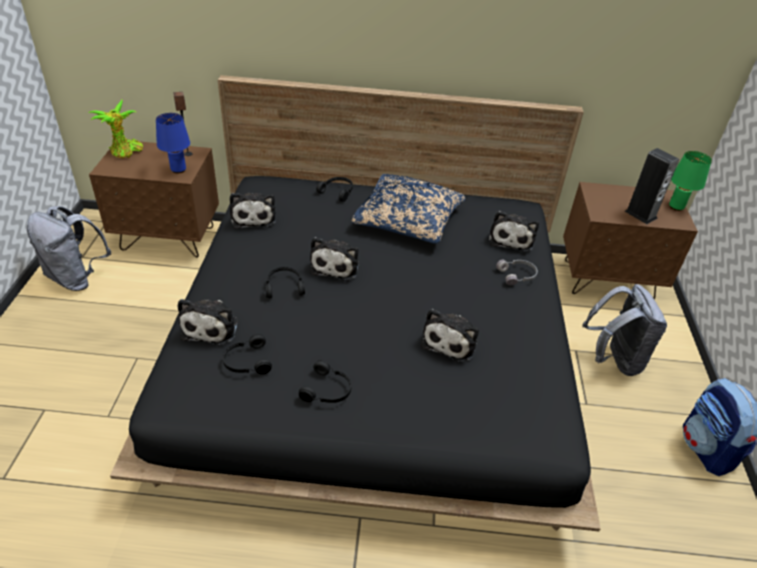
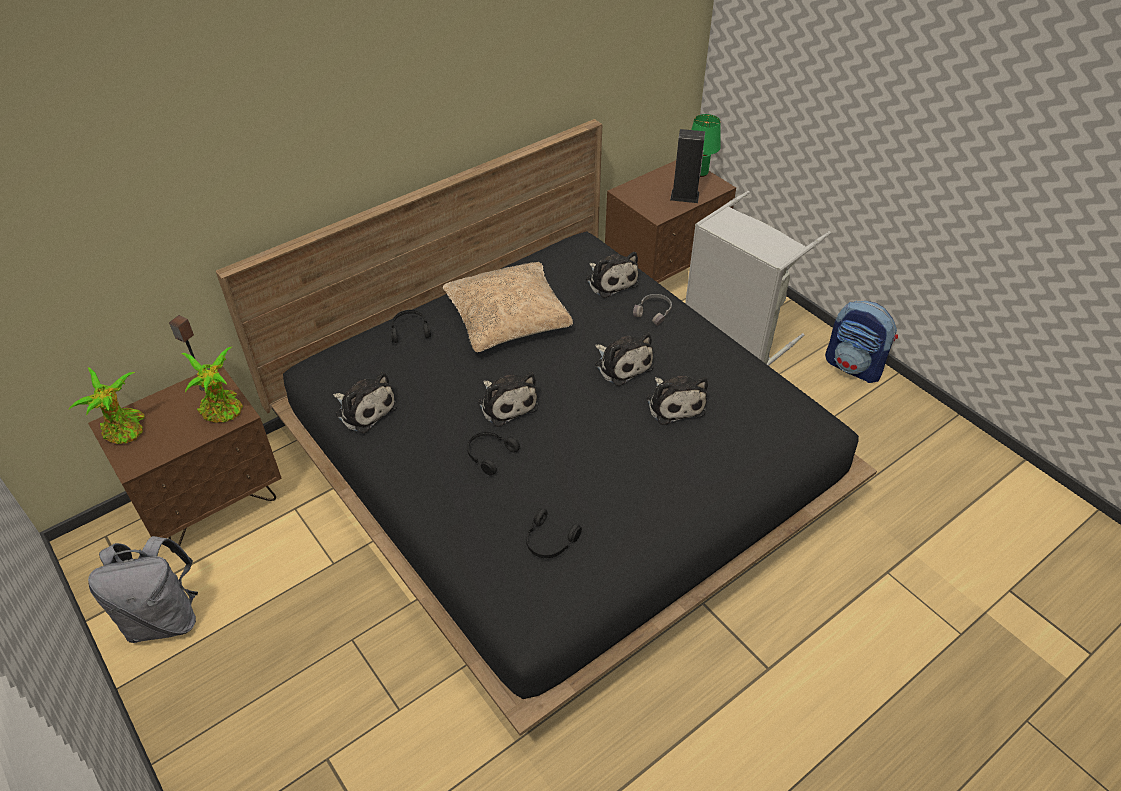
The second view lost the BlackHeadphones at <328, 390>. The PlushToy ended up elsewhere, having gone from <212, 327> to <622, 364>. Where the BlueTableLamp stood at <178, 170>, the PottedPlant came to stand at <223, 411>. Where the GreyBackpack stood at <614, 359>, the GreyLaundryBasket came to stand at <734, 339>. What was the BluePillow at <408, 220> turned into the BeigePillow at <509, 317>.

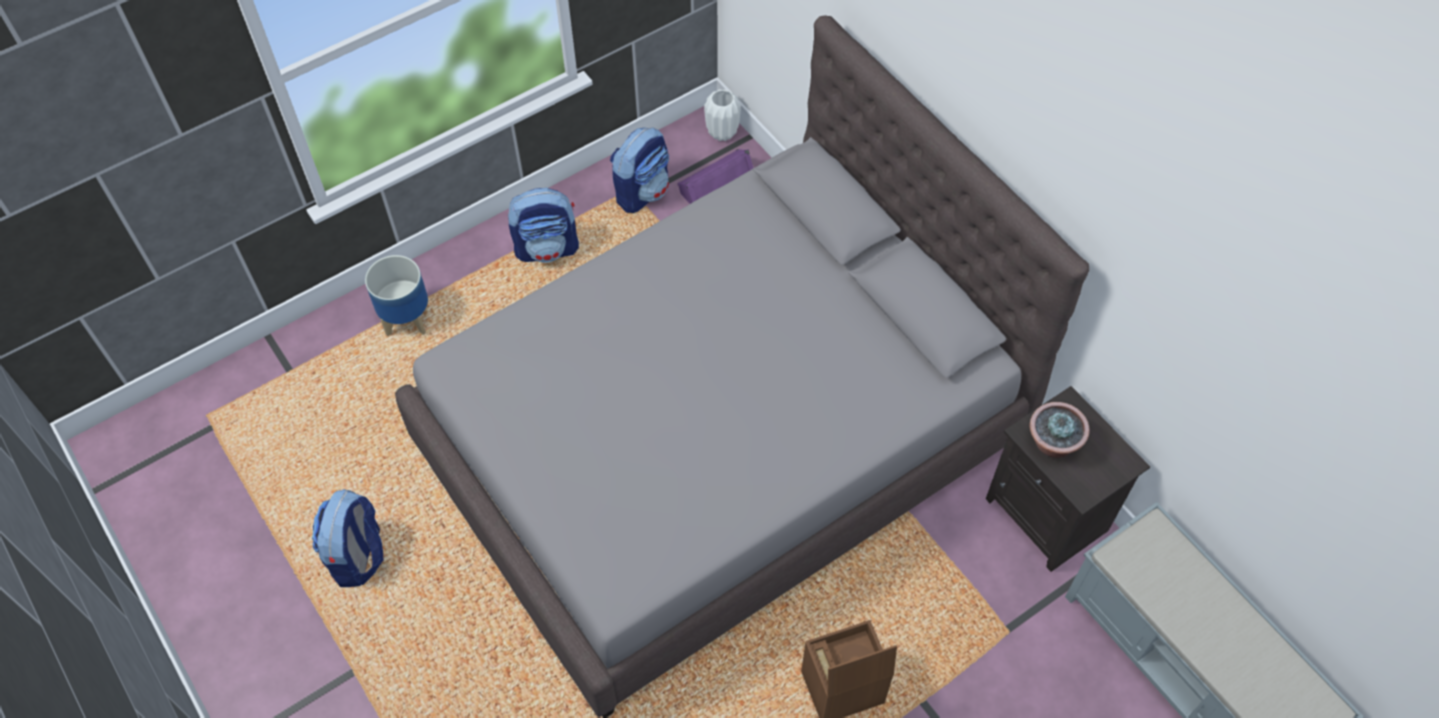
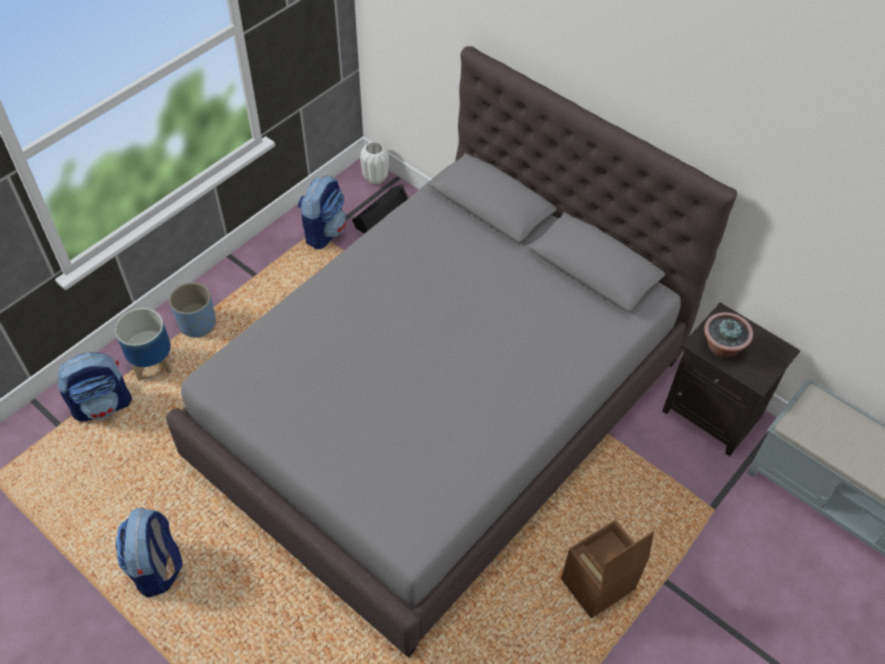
The second view gained the BluePlanter at <197, 324>. The Backpack ended up elsewhere, having gone from <547, 248> to <103, 405>. What was the PurpleSpeaker at <716, 182> turned into the BlackSpeaker at <381, 215>.

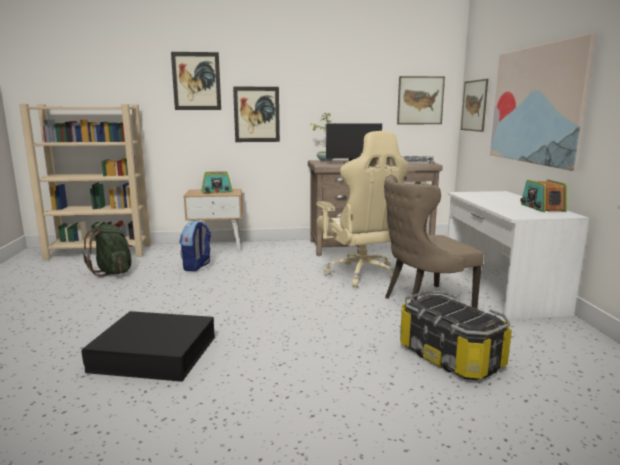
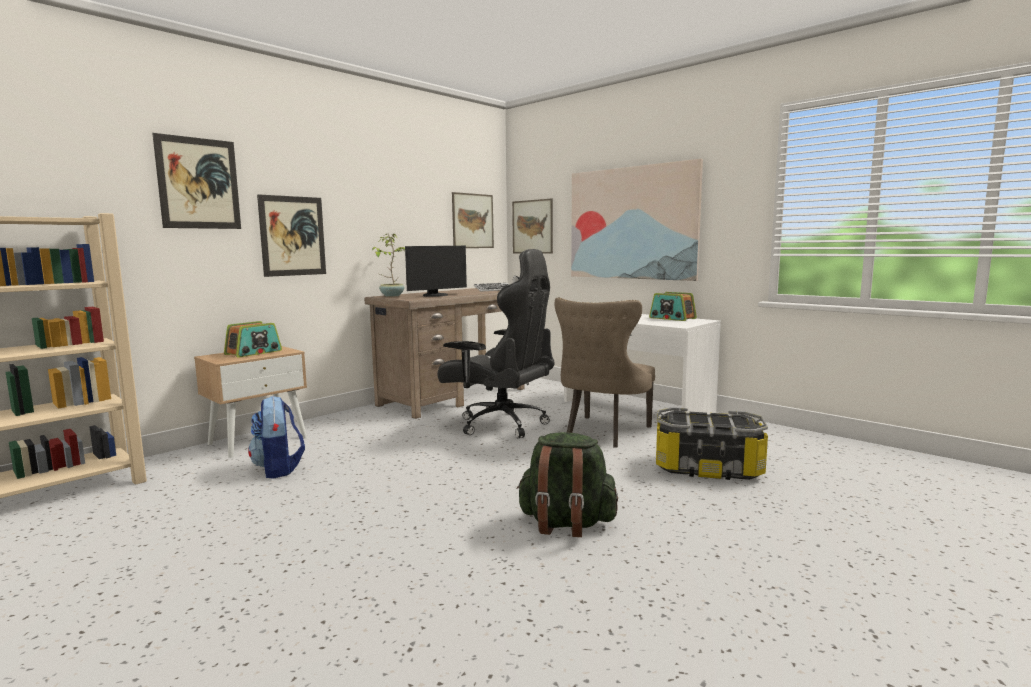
The second view lost the BlackStorageBox at <154, 354>. The GreenBackpack ended up elsewhere, having gone from <113, 272> to <566, 524>. What was the BeigeOfficeChair at <359, 273> turned into the BlackOfficeChair at <497, 424>.

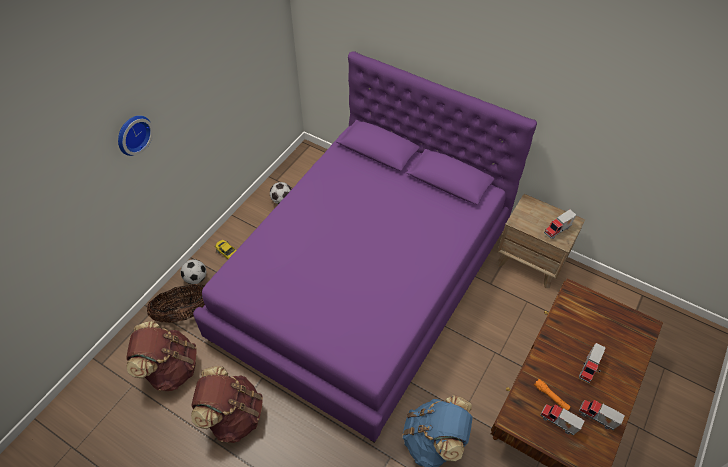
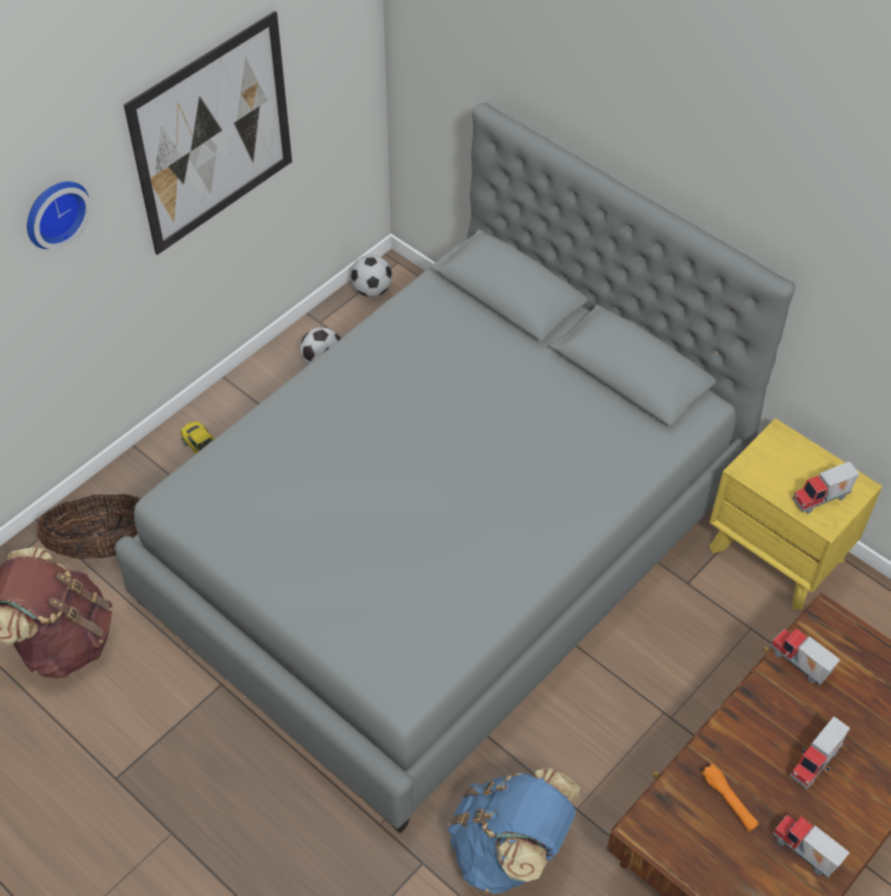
The second view lost the BrownBackpack at <233, 415>. The second view gained the Picture at <213, 134>. The Football ended up elsewhere, having gone from <196, 278> to <372, 290>. The ToyTruck ended up elsewhere, having gone from <558, 423> to <799, 664>. What was the PurpleBed at <364, 282> turned into the GreyBed at <446, 543>. What was the BrownNightstand at <530, 261> turned into the YellowNightstand at <777, 553>.

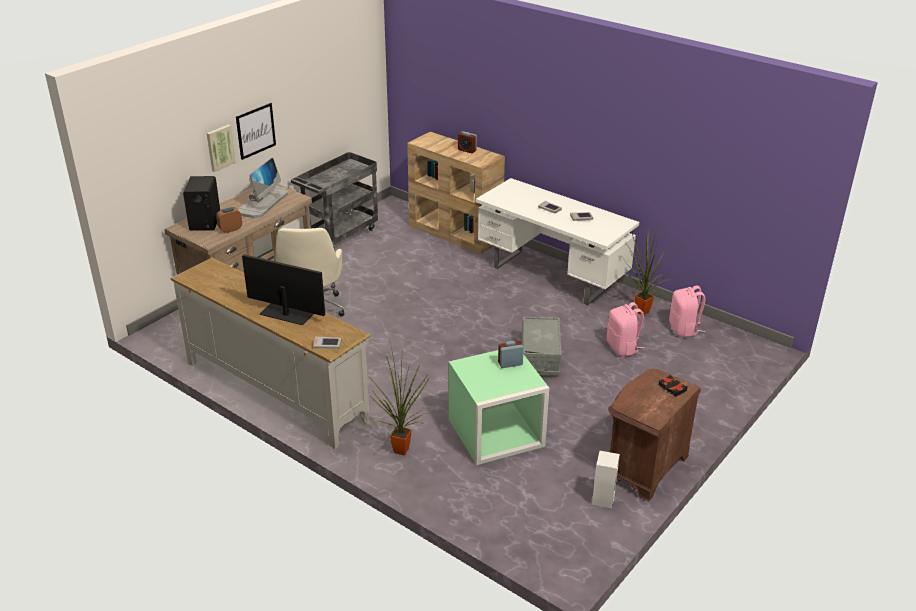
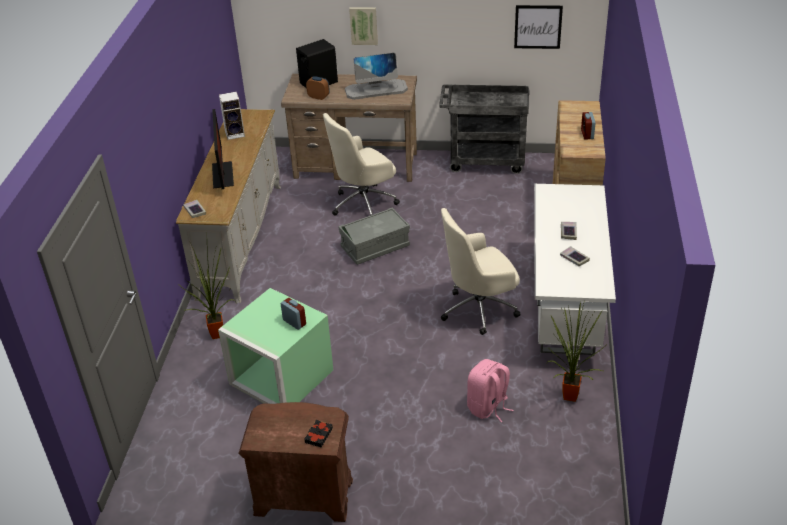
The second view lost the PinkBackpack at <684, 329>. The second view gained the BeigeOfficeChair at <478, 310>. The Picture ended up elsewhere, having gone from <255, 130> to <538, 26>. The GreyStorageBox ended up elsewhere, having gone from <540, 357> to <375, 247>. The Speaker ended up elsewhere, having gone from <603, 498> to <235, 134>.

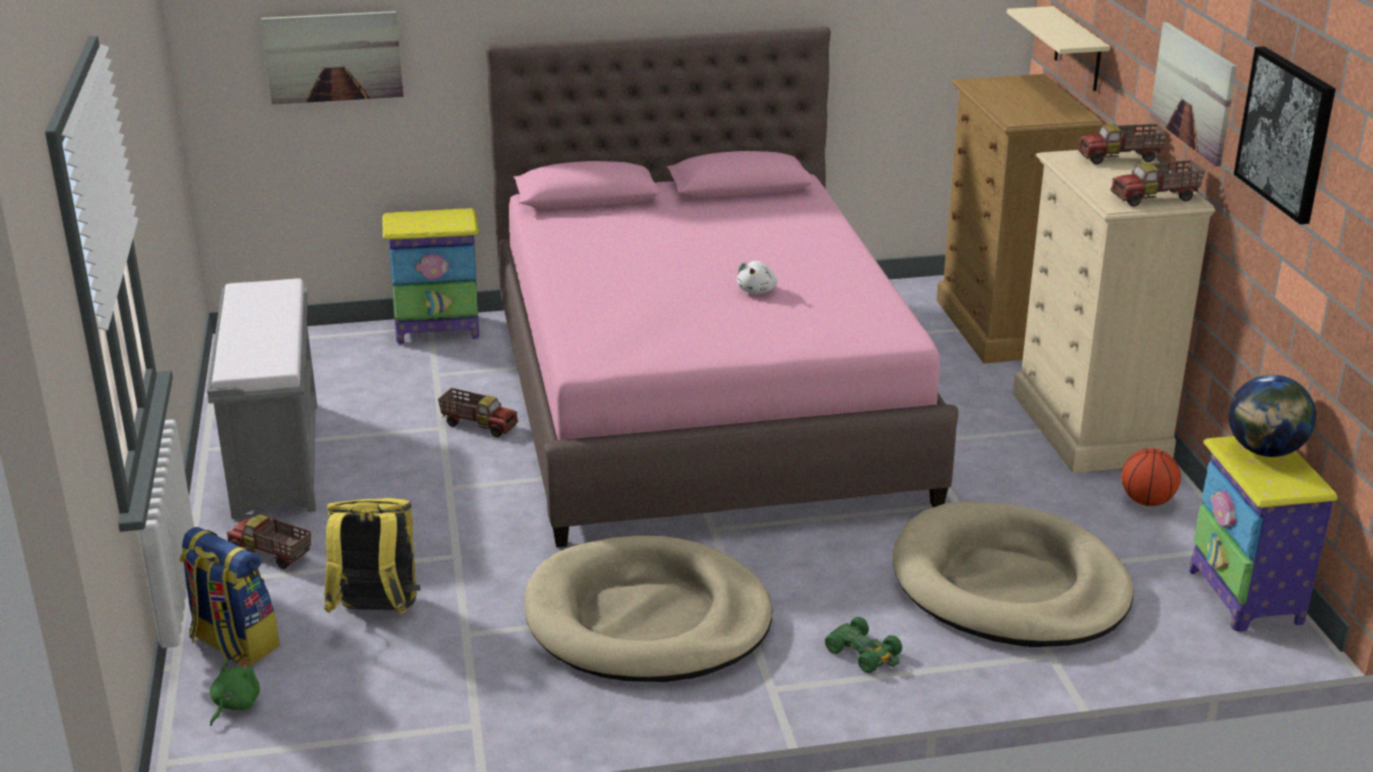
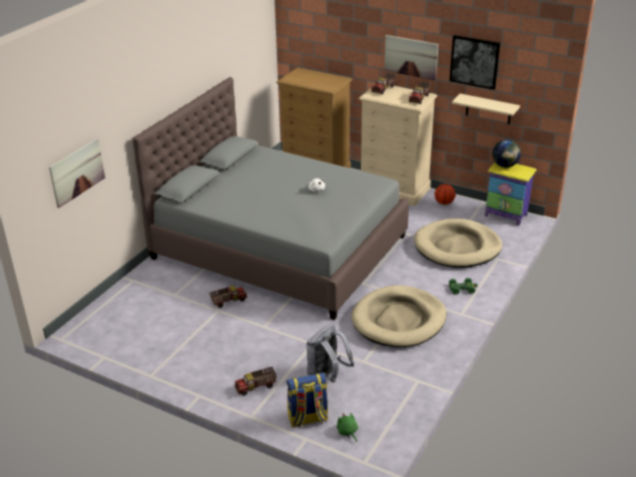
The second view lost the GreyBench at <276, 457>. The second view lost the Nightstand at <439, 330>. The BeigeShelf ended up elsewhere, having gone from <1078, 50> to <488, 109>. What was the YellowBackpack at <376, 612> turned into the GreyBackpack at <327, 376>. What was the PinkBed at <702, 400> turned into the GreyBed at <279, 247>.

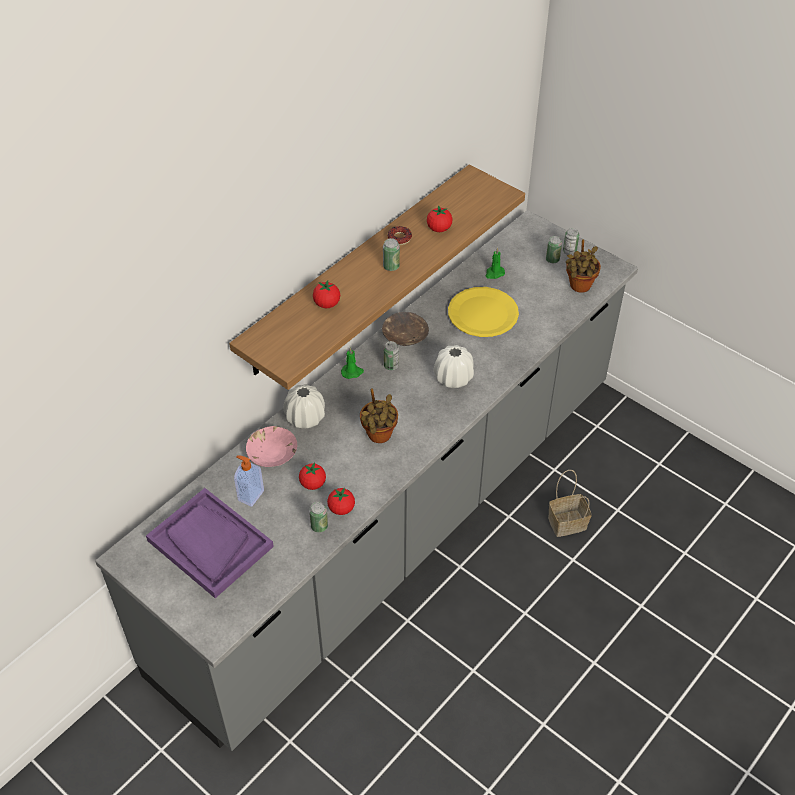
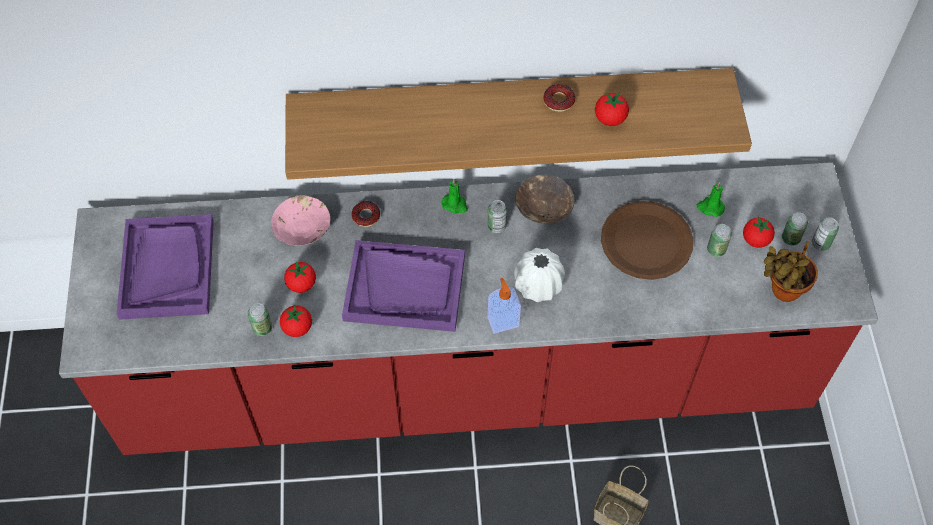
The SoapDispenser ended up elsewhere, having gone from <250, 495> to <503, 321>. The Tomato ended up elsewhere, having gone from <327, 304> to <755, 240>. The Can ended up elsewhere, having gone from <391, 266> to <716, 250>. Where the WhiteVase stood at <305, 417>, the Donut came to stand at <366, 216>. Where the PottedPlant stood at <379, 437>, the PurpleTray came to stand at <405, 287>. What was the GreyCounter at <397, 522> turned into the RedCounter at <466, 379>. What was the YellowPlate at <483, 313> turned into the BrownPlate at <646, 241>.

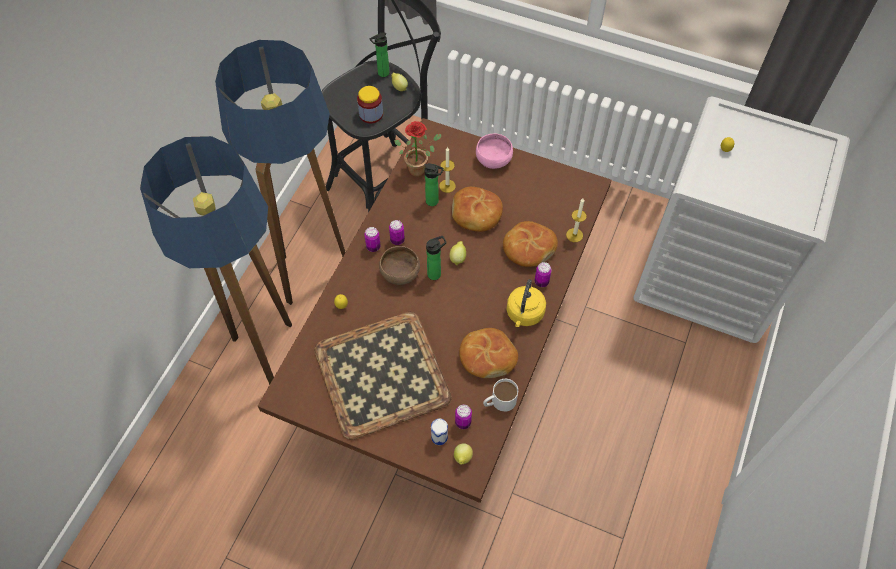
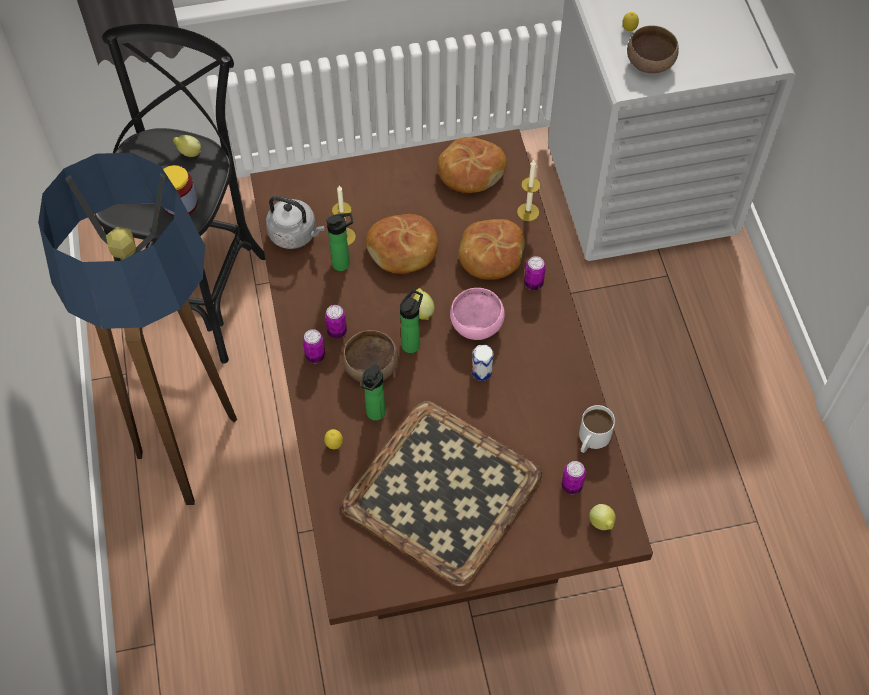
The second view lost the FloorLamp at <268, 357>. The second view lost the YellowKettle at <524, 314>. The second view gained the BrownBowl at <651, 63>. The Bottle ended up elsewhere, having gone from <382, 74> to <374, 415>. The Can ended up elsewhere, having gone from <439, 437> to <481, 372>. The Bread ended up elsewhere, having gone from <487, 356> to <470, 171>. The PinkBowl ended up elsewhere, having gone from <493, 159> to <475, 323>. Where the PottedPlant stood at <419, 168>, the GreyKettle came to stand at <295, 234>.

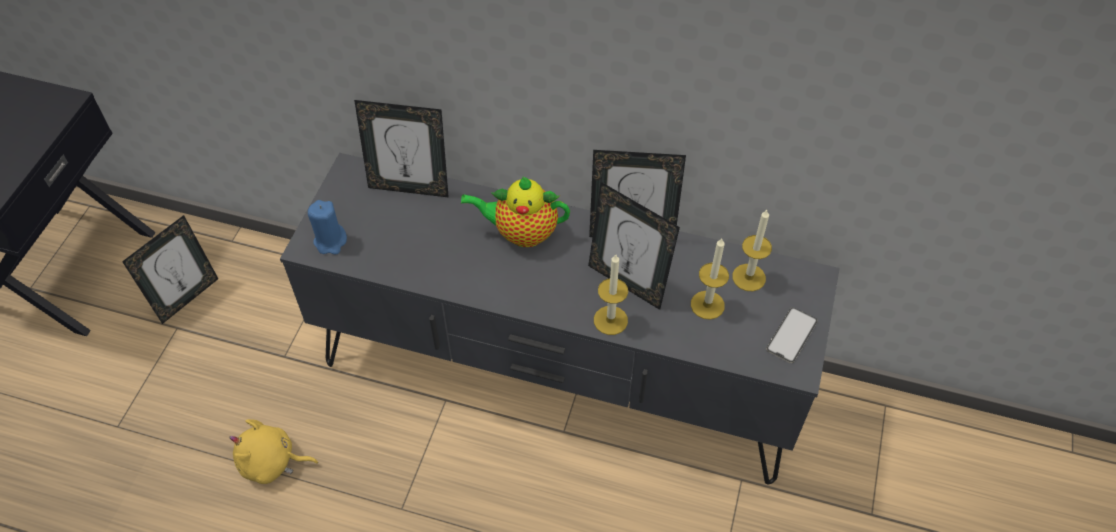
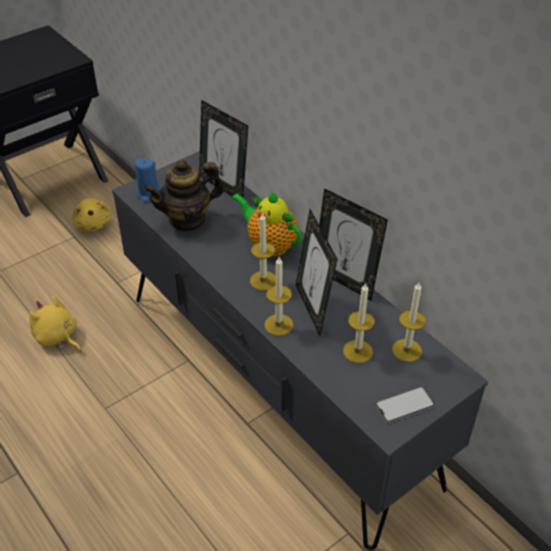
The second view gained the Teapot at <187, 220>. The second view gained the Candle at <263, 280>. Where the PictureFrame stood at <187, 297>, the YellowPlushToy came to stand at <93, 223>.

